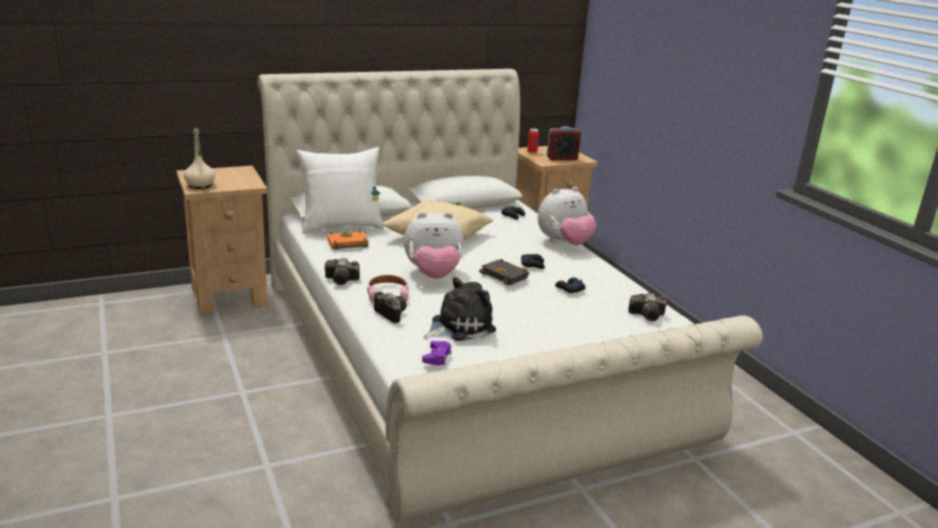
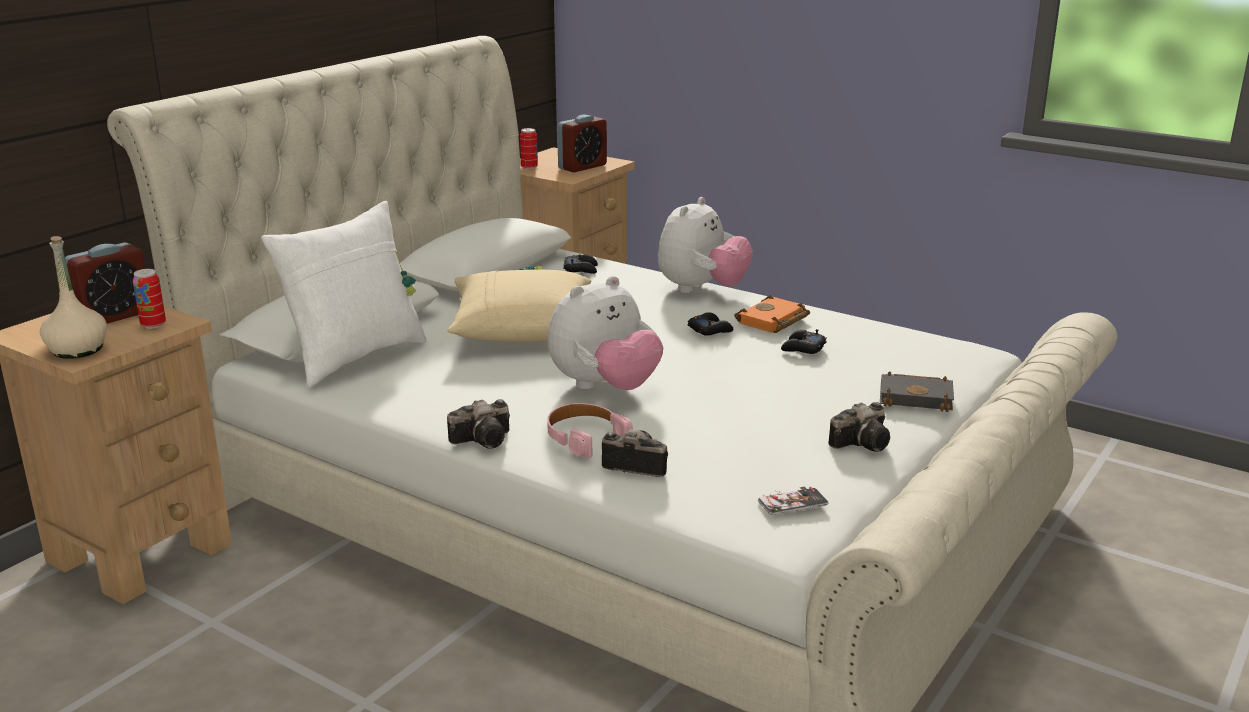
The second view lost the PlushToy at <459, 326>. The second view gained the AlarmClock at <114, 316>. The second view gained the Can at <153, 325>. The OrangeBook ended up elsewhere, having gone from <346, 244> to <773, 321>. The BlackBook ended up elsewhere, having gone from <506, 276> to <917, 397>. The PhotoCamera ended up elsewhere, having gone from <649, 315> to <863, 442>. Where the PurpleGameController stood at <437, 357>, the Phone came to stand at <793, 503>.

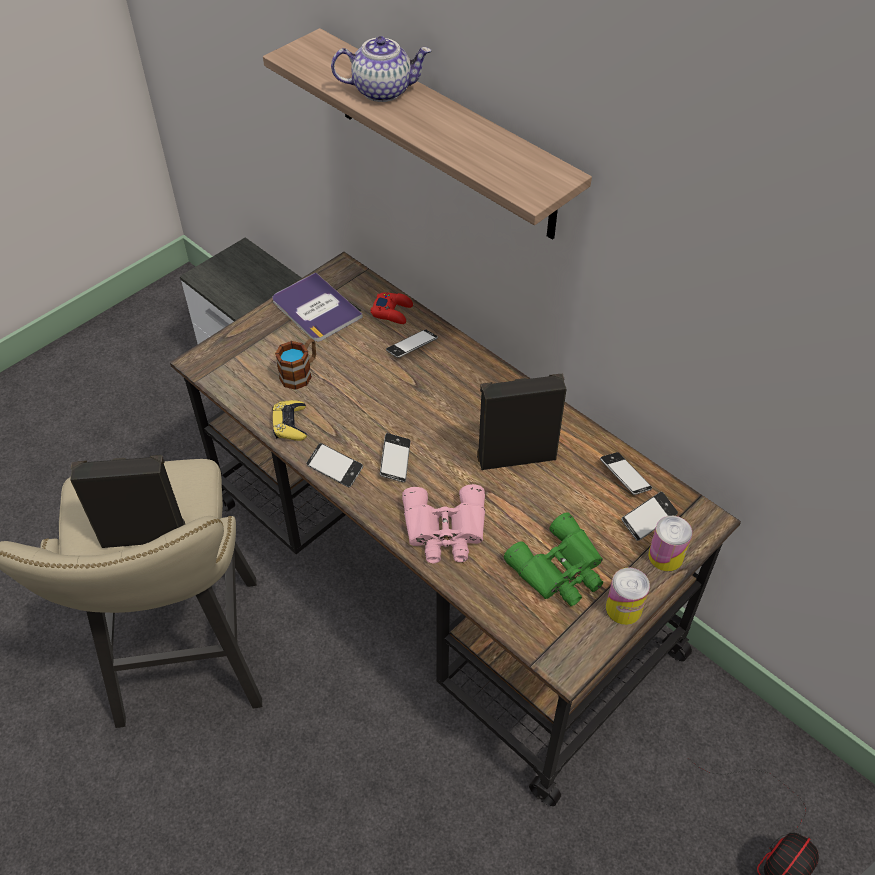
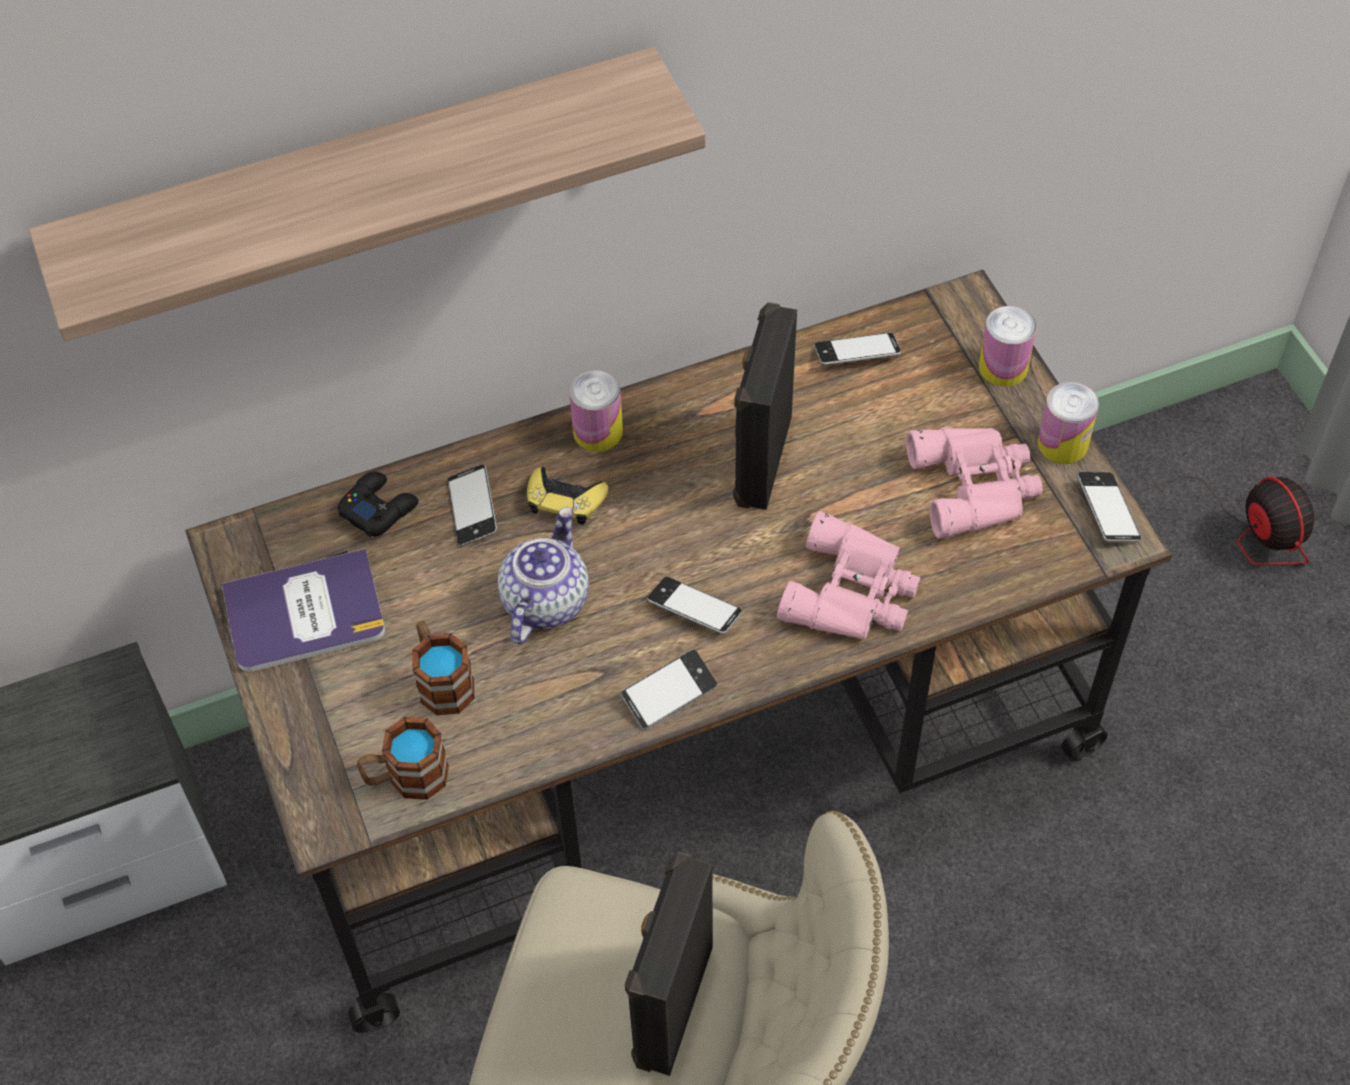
The second view gained the Mug at <406, 778>. The second view gained the Can at <598, 431>. The YellowGameController ended up elsewhere, having gone from <290, 424> to <565, 499>. The Teapot ended up elsewhere, having gone from <383, 90> to <544, 600>. The Phone ended up elsewhere, having gone from <648, 519> to <1107, 511>. What was the RedGameController at <392, 311> turned into the BlackGameController at <378, 508>. What was the GreenBinoculars at <560, 570> turned into the PinkBinoculars at <976, 486>.

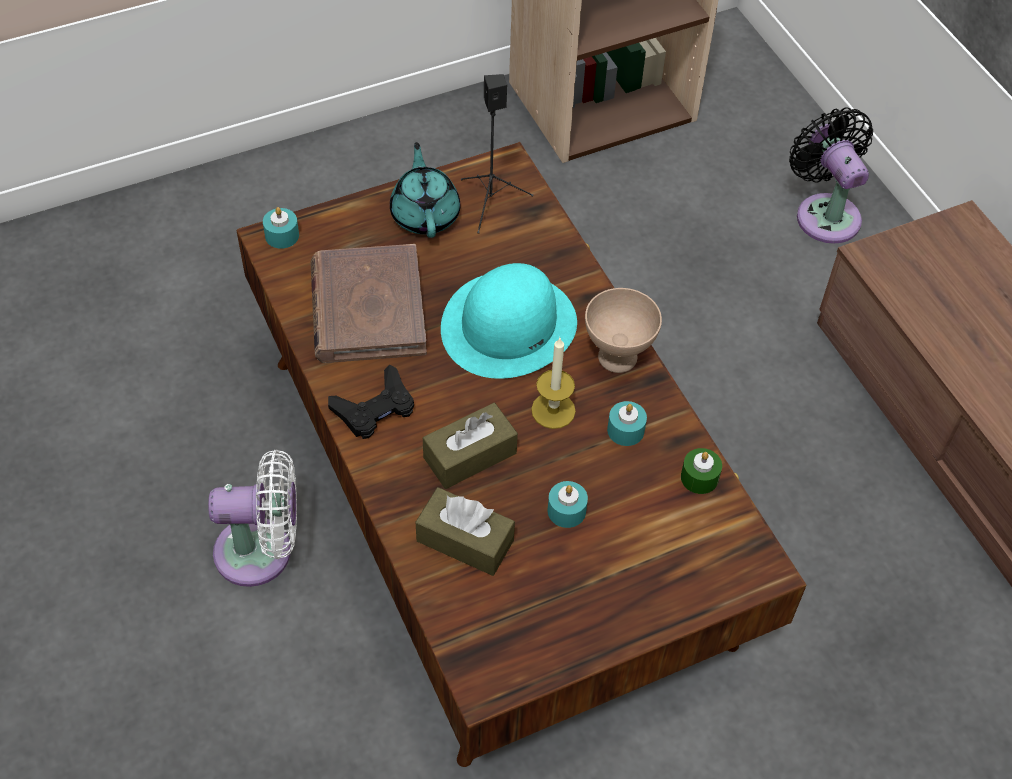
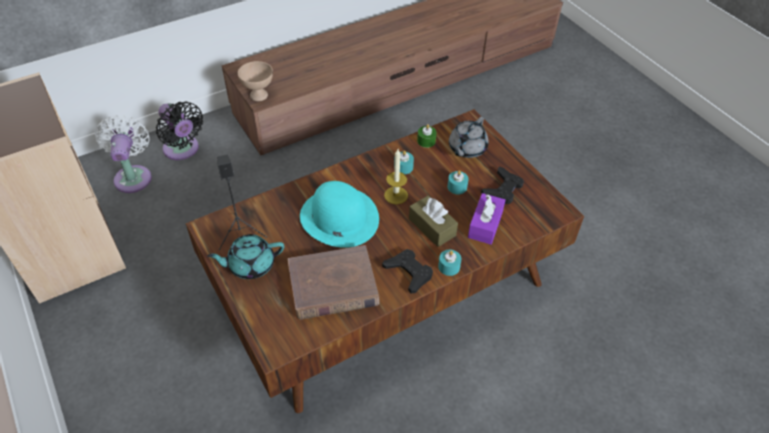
The second view gained the GreyTeapot at <466, 149>. The second view gained the BlackGameController at <503, 189>. The WhiteFan ended up elsewhere, having gone from <262, 552> to <133, 176>. The TurquoiseCandle ended up elsewhere, having gone from <282, 235> to <449, 266>. The BeigeBowl ended up elsewhere, having gone from <616, 357> to <258, 96>. What was the BrownTissueBox at <465, 540> turned into the PurpleTissueBox at <485, 225>. The BlackFan at <825, 213> ended up facing another way, 105 degrees counterclockwise from before.

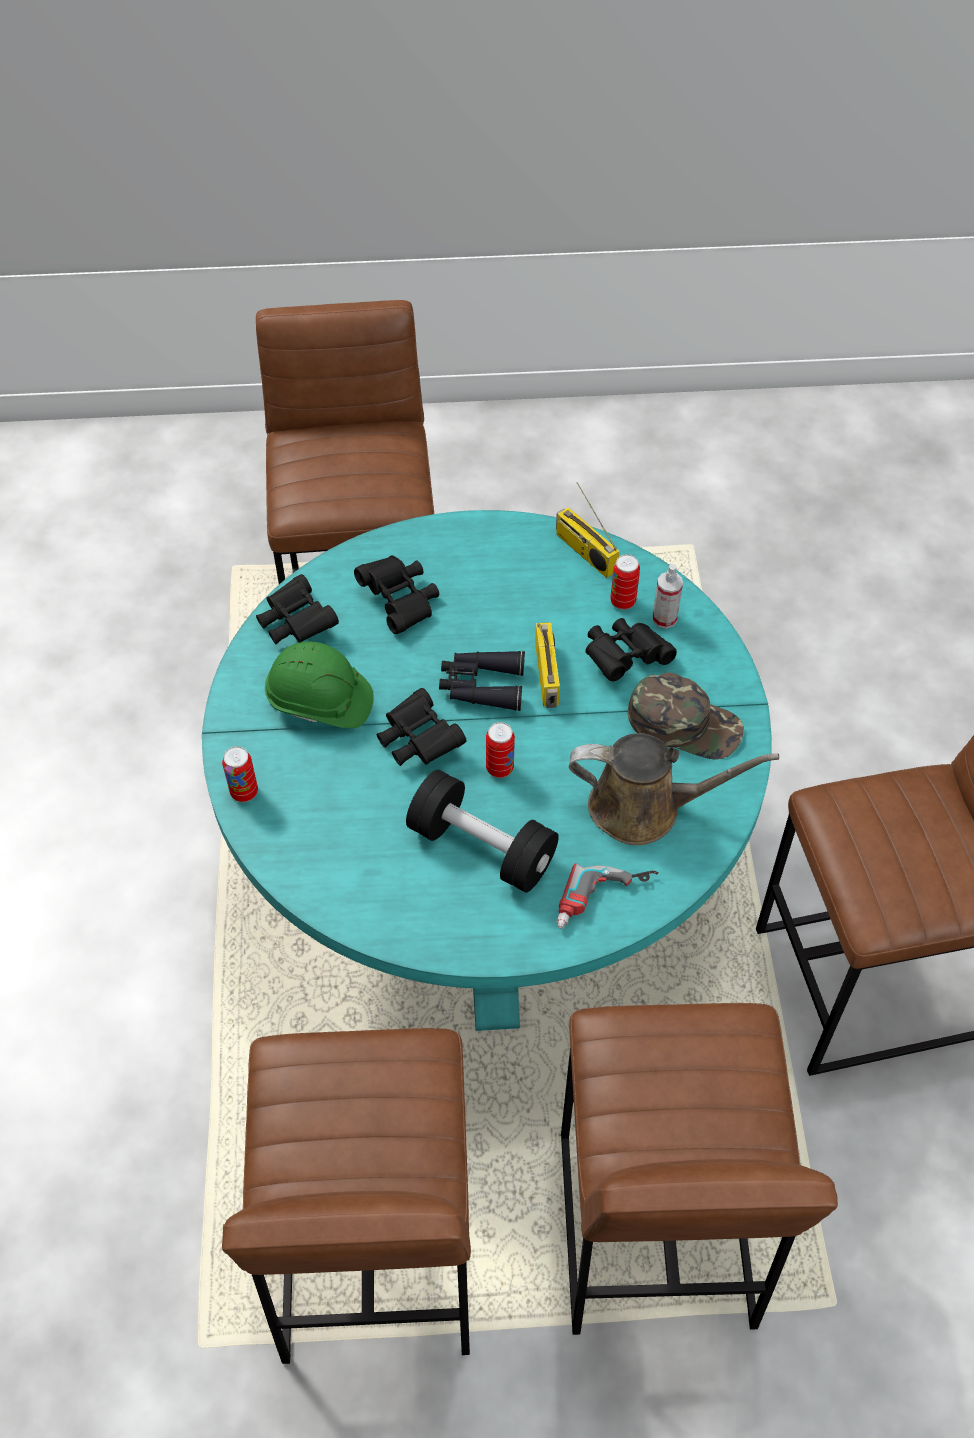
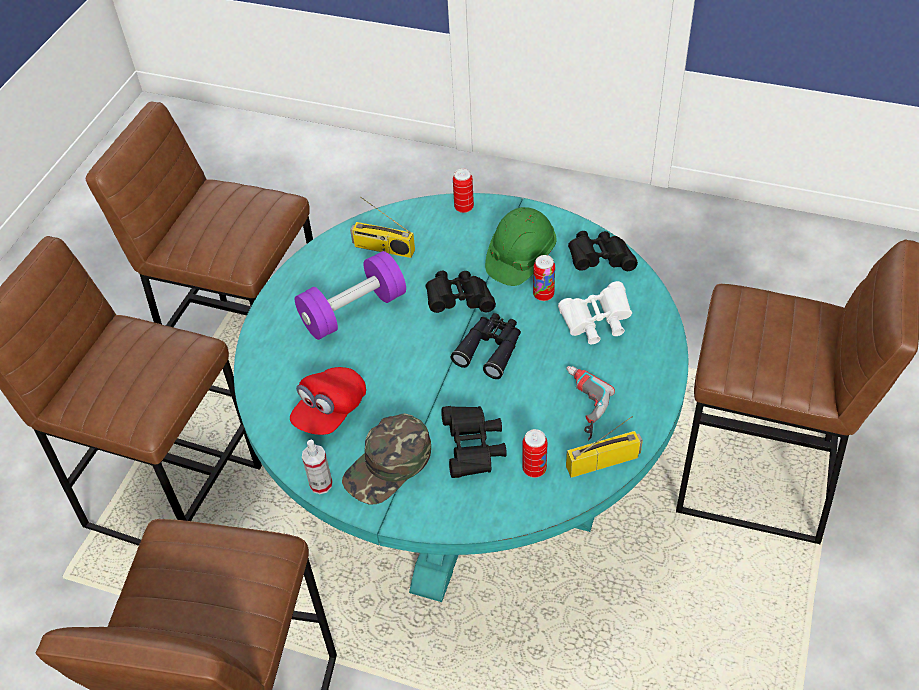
The Can ended up elsewhere, having gone from <499, 768> to <543, 295>. The Radio ended up elsewhere, having gone from <548, 675> to <383, 248>. The PowerDrill ended up elsewhere, having gone from <605, 903> to <579, 405>. The SprayBottle ended up elsewhere, having gone from <664, 618> to <321, 484>. Where the BrownWateringCan stood at <644, 807>, the RedCap came to stand at <330, 411>. What was the BlackBinoculars at <400, 601> turned into the WhiteBinoculars at <596, 323>. What was the BlackDumbbell at <482, 847> turned into the PurpleDumbbell at <353, 311>.

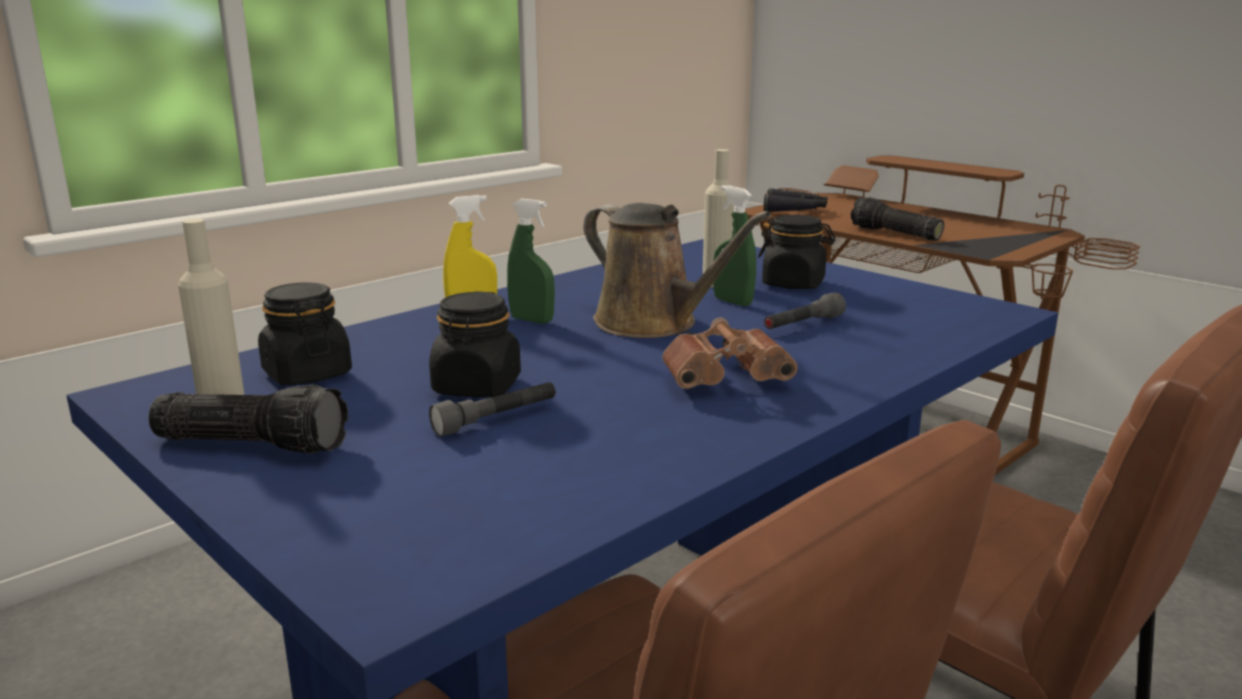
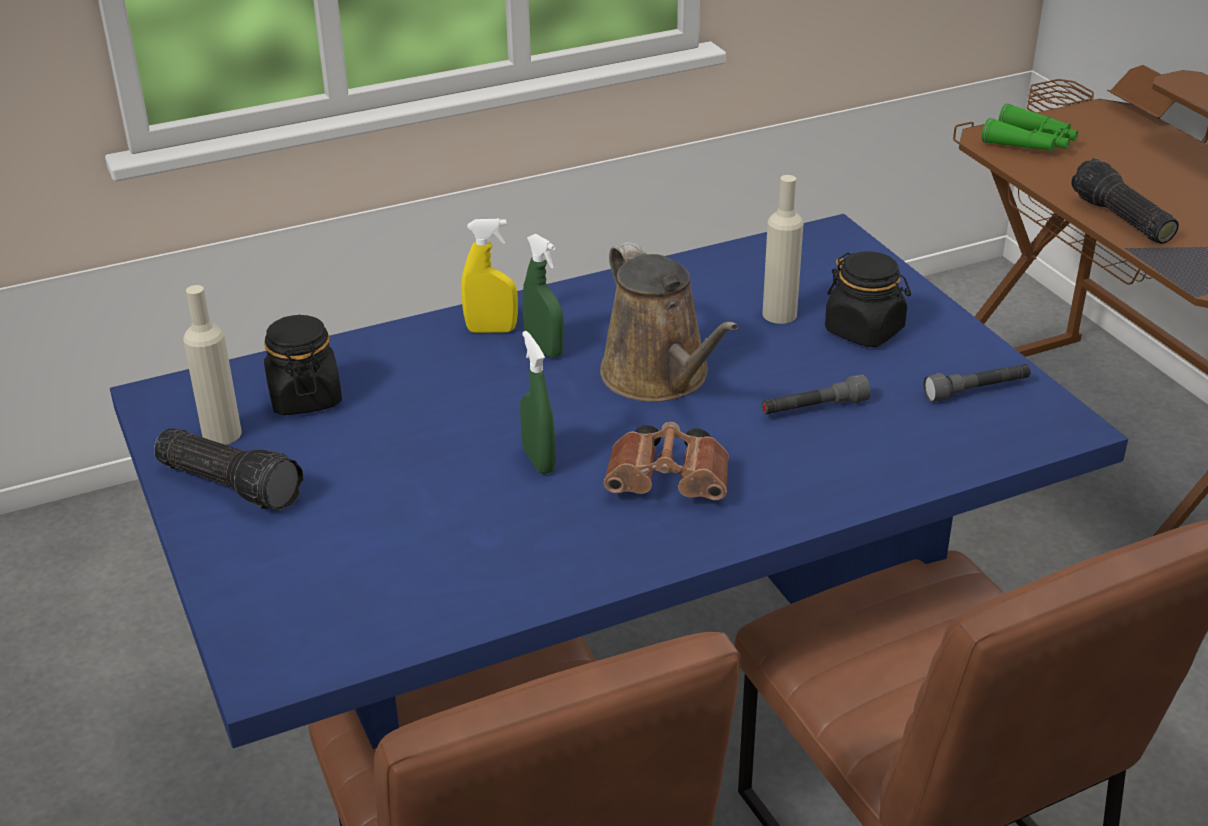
The second view lost the BlackJar at <477, 387>. The GreyFlashlight ended up elsewhere, having gone from <496, 419> to <977, 391>. The GreenSprayBottle ended up elsewhere, having gone from <732, 302> to <538, 460>. What was the BlackBinoculars at <795, 210> turned into the GreenBinoculars at <1031, 143>.

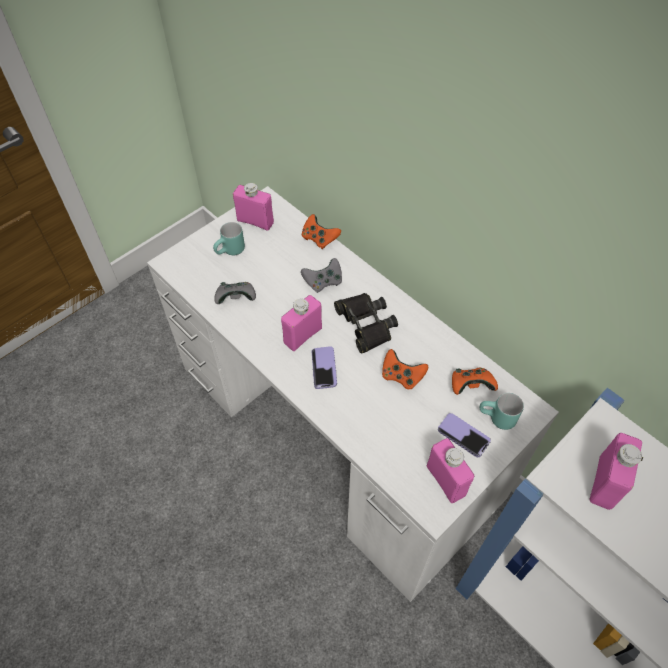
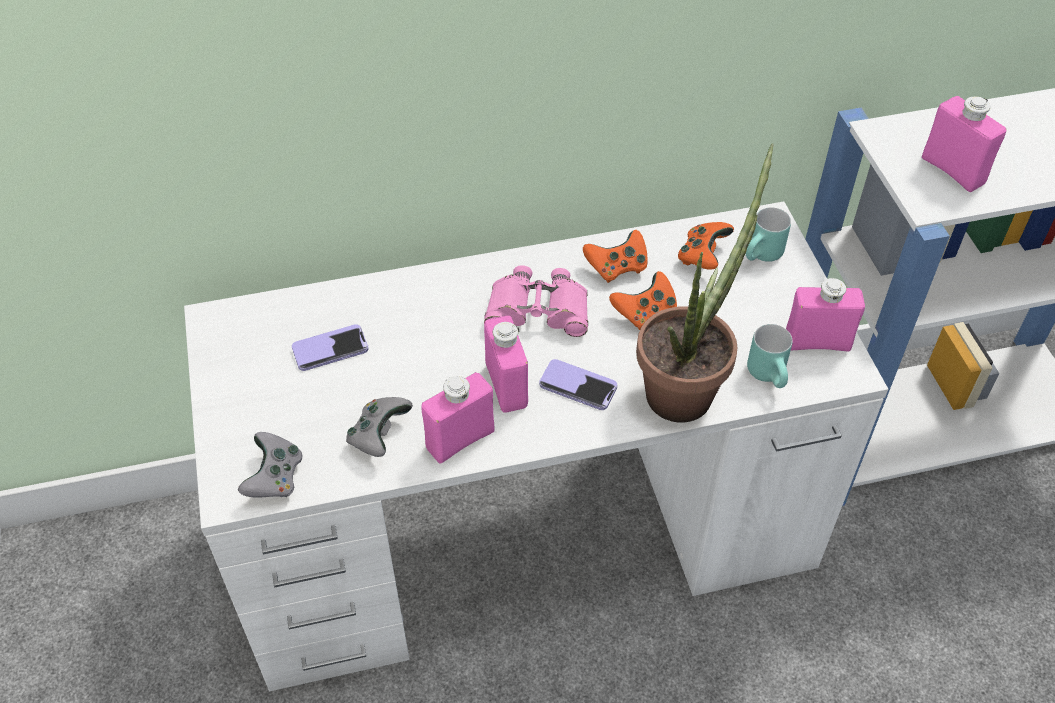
The second view gained the PottedPlant at <687, 386>. The TurquoiseMug ended up elsewhere, having gone from <231, 252> to <771, 376>. The PinkBottle ended up elsewhere, having gone from <255, 221> to <460, 439>. The GreyGameController ended up elsewhere, having gone from <323, 282> to <275, 478>. The OrangeGameController ended up elsewhere, having gone from <319, 239> to <617, 268>. The Phone ended up elsewhere, having gone from <463, 436> to <330, 349>. What was the BlackBinoculars at <365, 324> turned into the PinkBinoculars at <538, 310>.

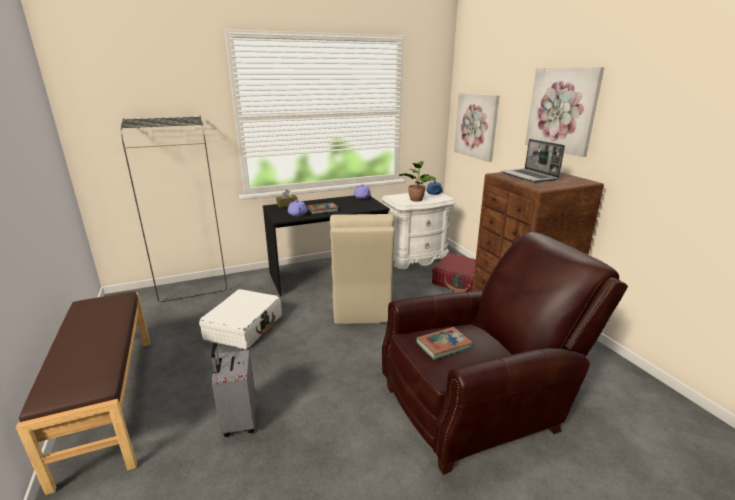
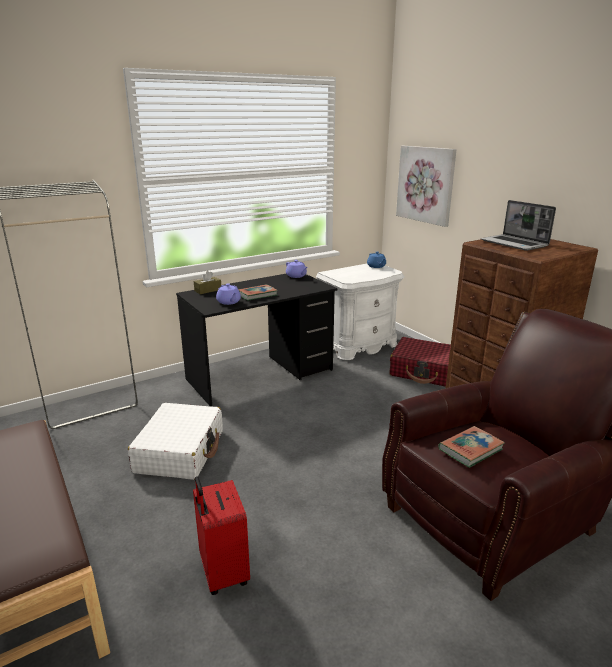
The second view lost the BeigeChair at <361, 306>. The second view lost the PottedPlant at <416, 199>. The second view lost the Picture at <562, 110>. What was the GreySuitcase at <239, 421> turned into the RedSuitcase at <222, 573>.

